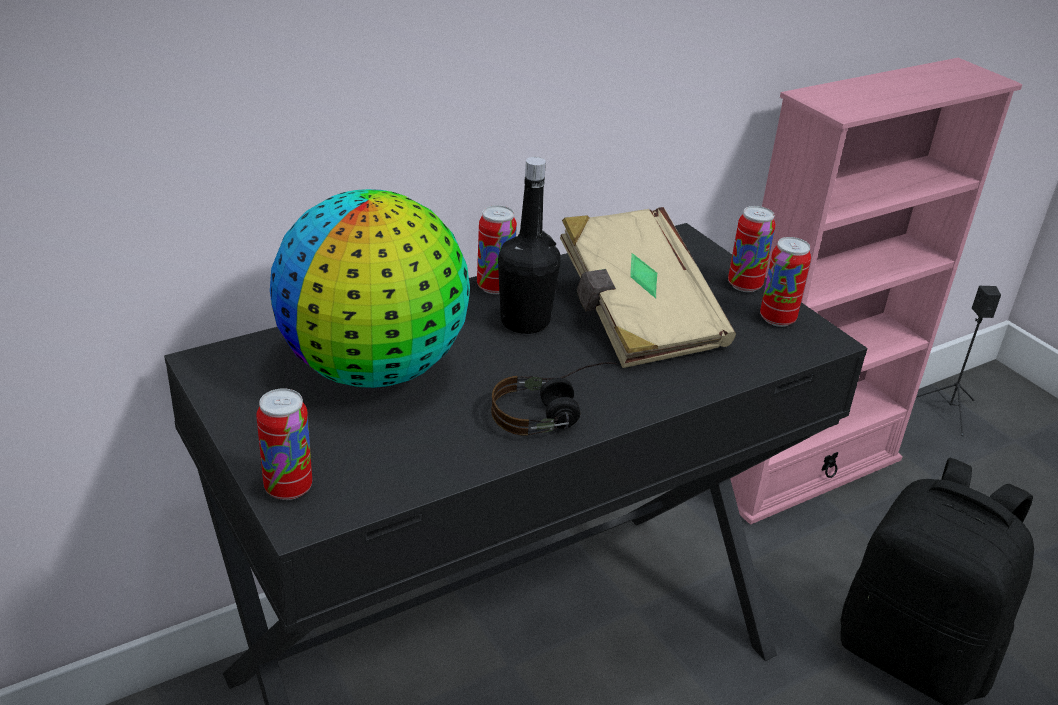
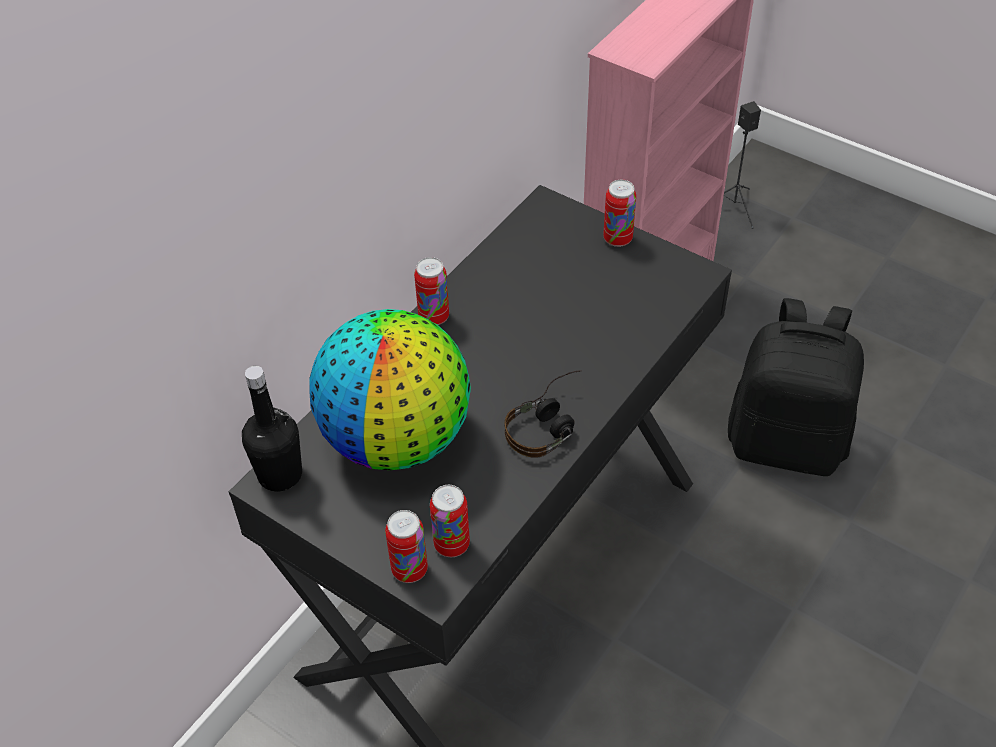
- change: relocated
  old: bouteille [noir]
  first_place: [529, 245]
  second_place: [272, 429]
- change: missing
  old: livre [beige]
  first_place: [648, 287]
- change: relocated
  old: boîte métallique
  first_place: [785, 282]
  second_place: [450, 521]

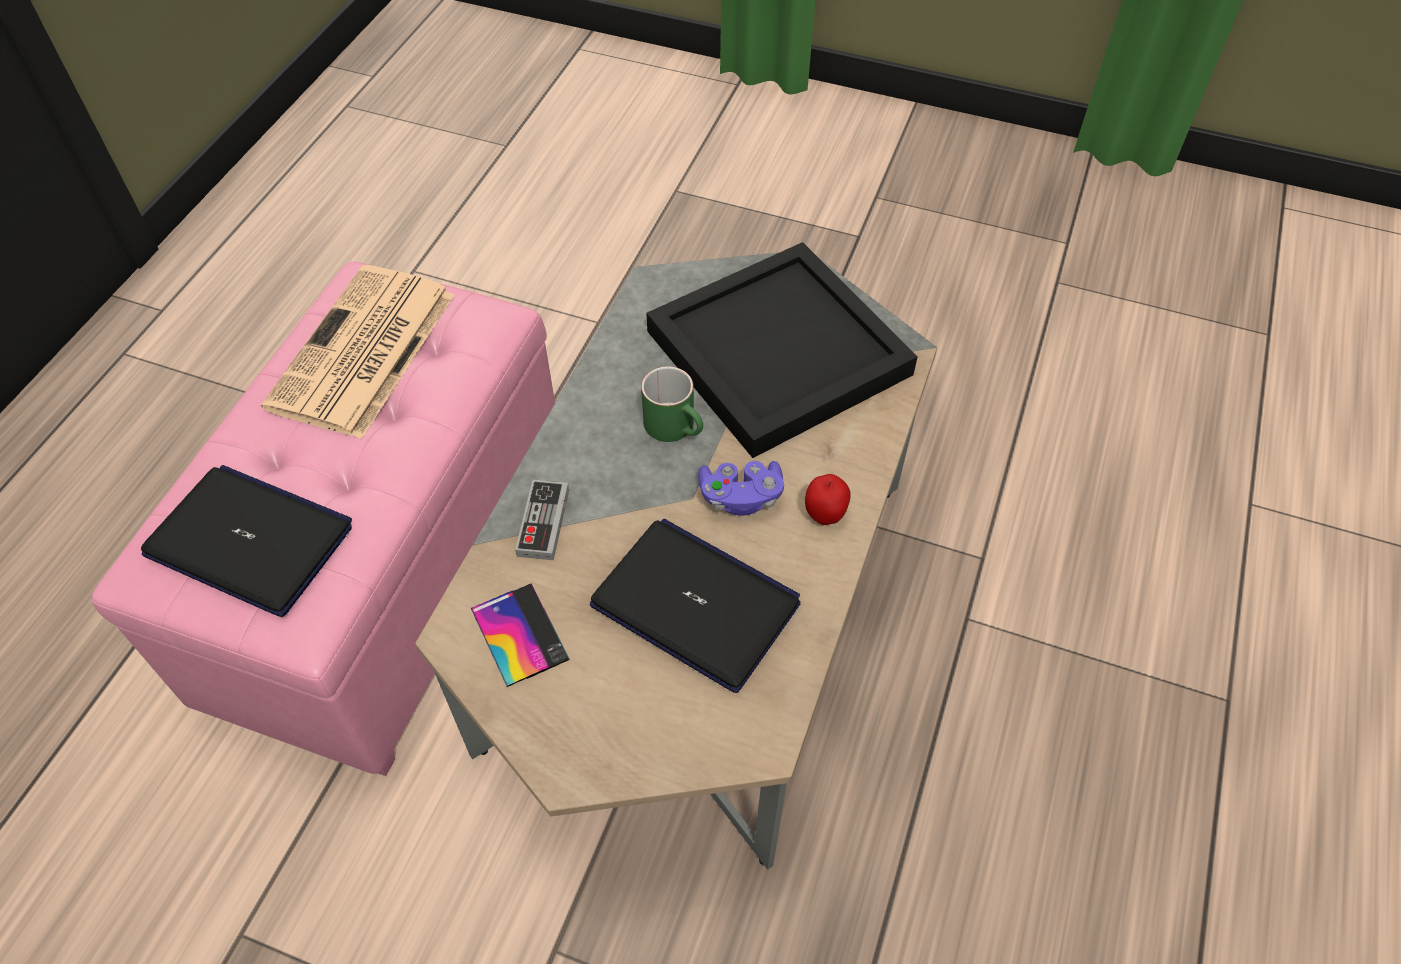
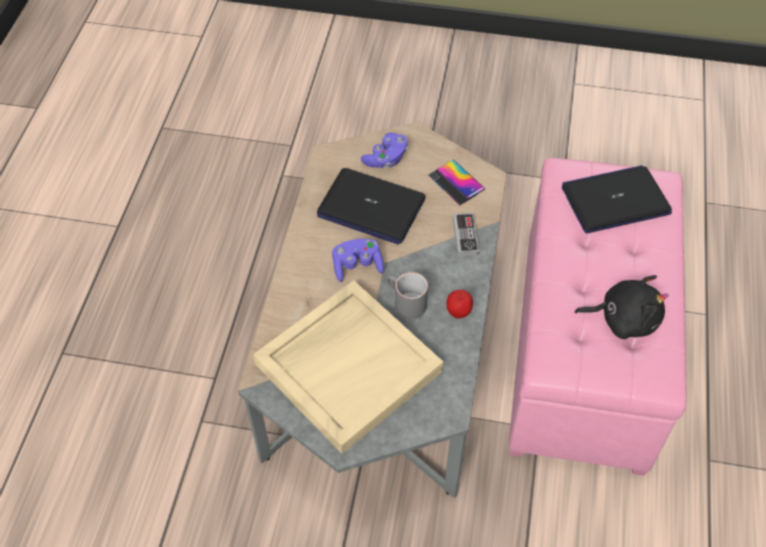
- change: spun
  old: ordinateur portable
  first_place: [246, 541]
  second_place: [617, 199]
  degrees: 150
- change: exchanged
  old: journal
  new: peluche [noir]
  first_place: [357, 352]
  second_place: [621, 307]
- change: colour
  old: mug [vert]
  new: mug [gris]
  first_place: [672, 404]
  second_place: [407, 295]
- change: colour
  old: plateau [noir]
  new: plateau [beige]
  first_place: [782, 350]
  second_place: [348, 367]
- change: relocated
  old: pomme
  first_place: [828, 499]
  second_place: [459, 304]
- change: appeared
  new: manette [violet]
  second_place: [384, 150]

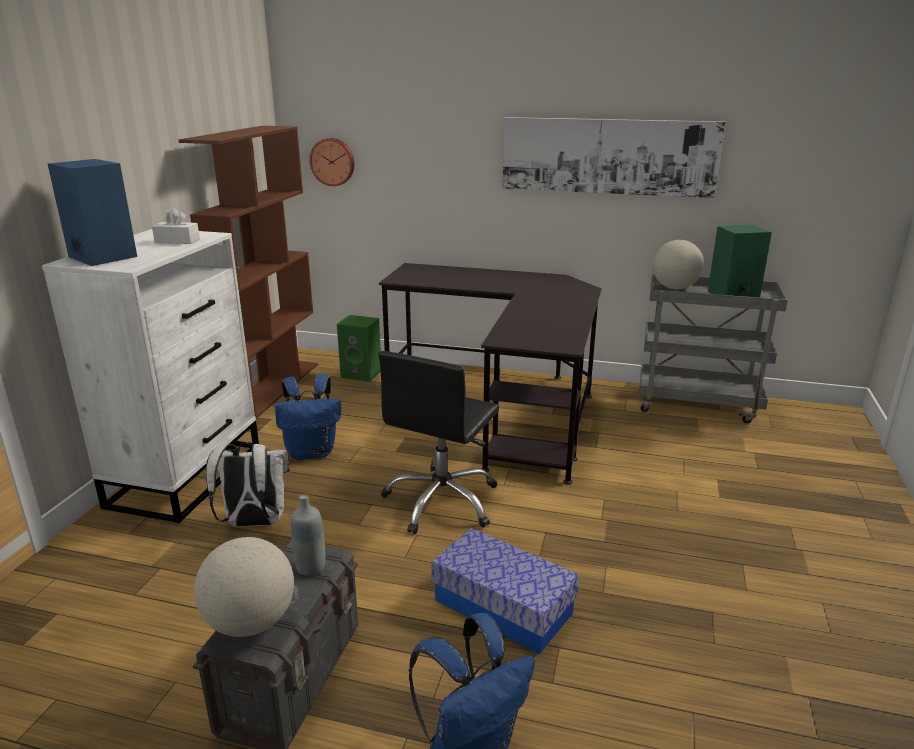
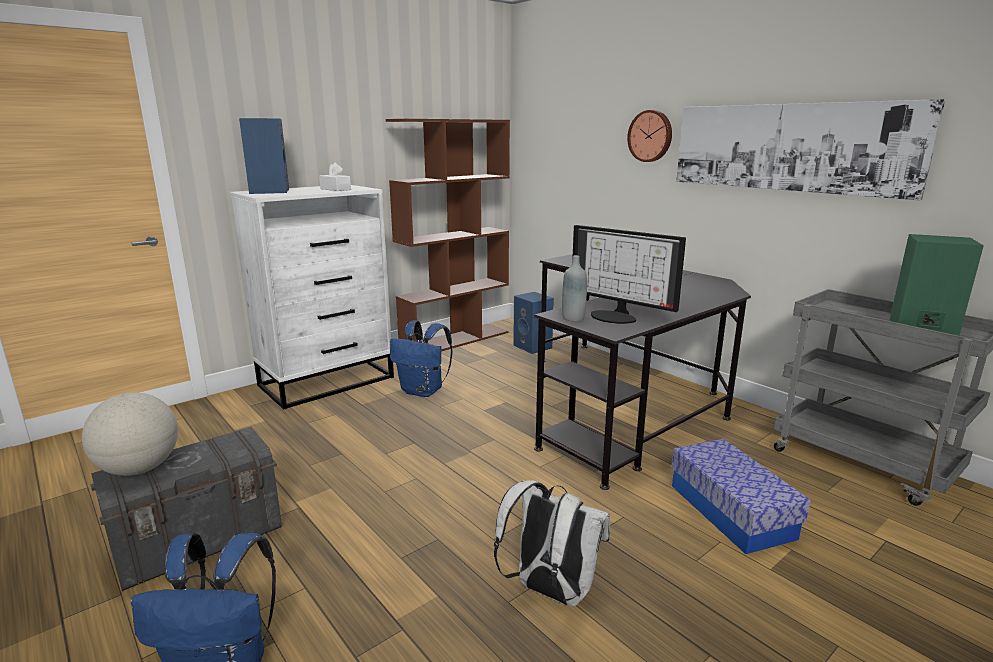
- change: relocated
  old: sac à dos [blanc]
  first_place: [248, 485]
  second_place: [552, 543]
- change: relocated
  old: bouteille [gris]
  first_place: [308, 535]
  second_place: [574, 288]
- change: relocated
  old: horloge murale
  first_place: [331, 162]
  second_place: [649, 136]
- change: colour
  old: enceinte [vert]
  new: enceinte [bleu]
  first_place: [359, 348]
  second_place: [533, 323]
- change: missing
  old: chaise de bureau [noir]
  first_place: [438, 442]
- change: relocated
  old: boîte de rangement
  first_place: [505, 591]
  second_place: [741, 496]
- change: missing
  old: globe
  first_place: [678, 264]
- change: appeared
  new: écran d'ordinateur
  second_place: [629, 274]

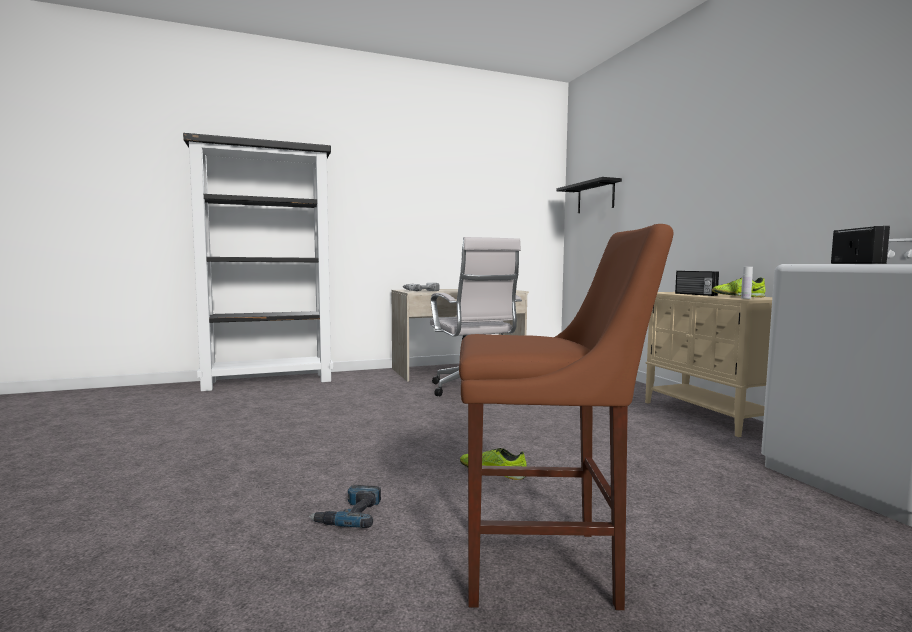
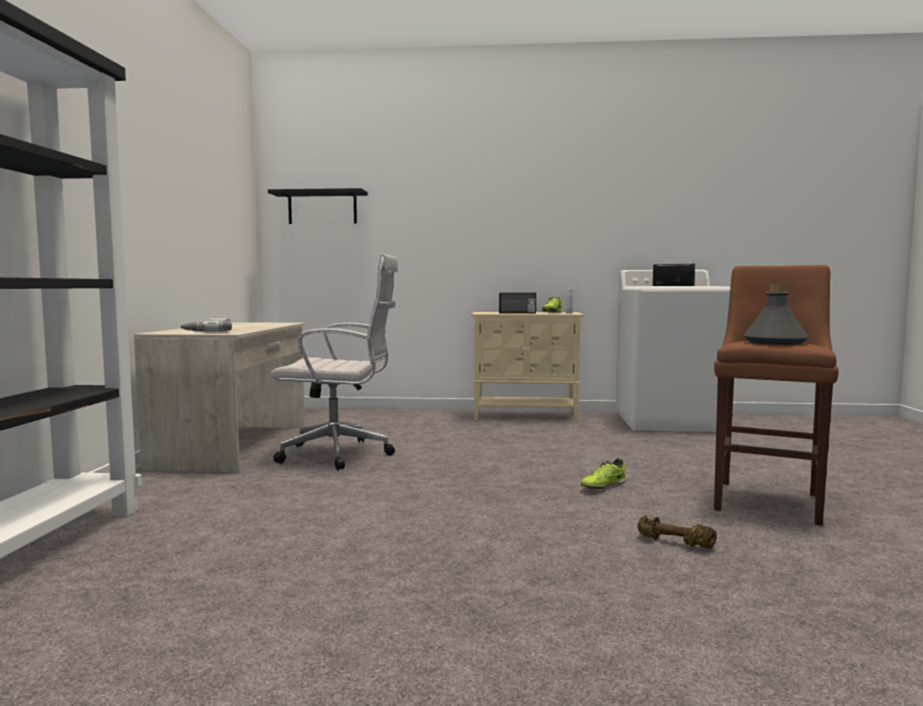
- change: exchanged
  old: perceuse
  new: haltère [marron]
  first_place: [345, 506]
  second_place: [677, 532]
- change: appeared
  new: bouteille [gris]
  second_place: [776, 314]

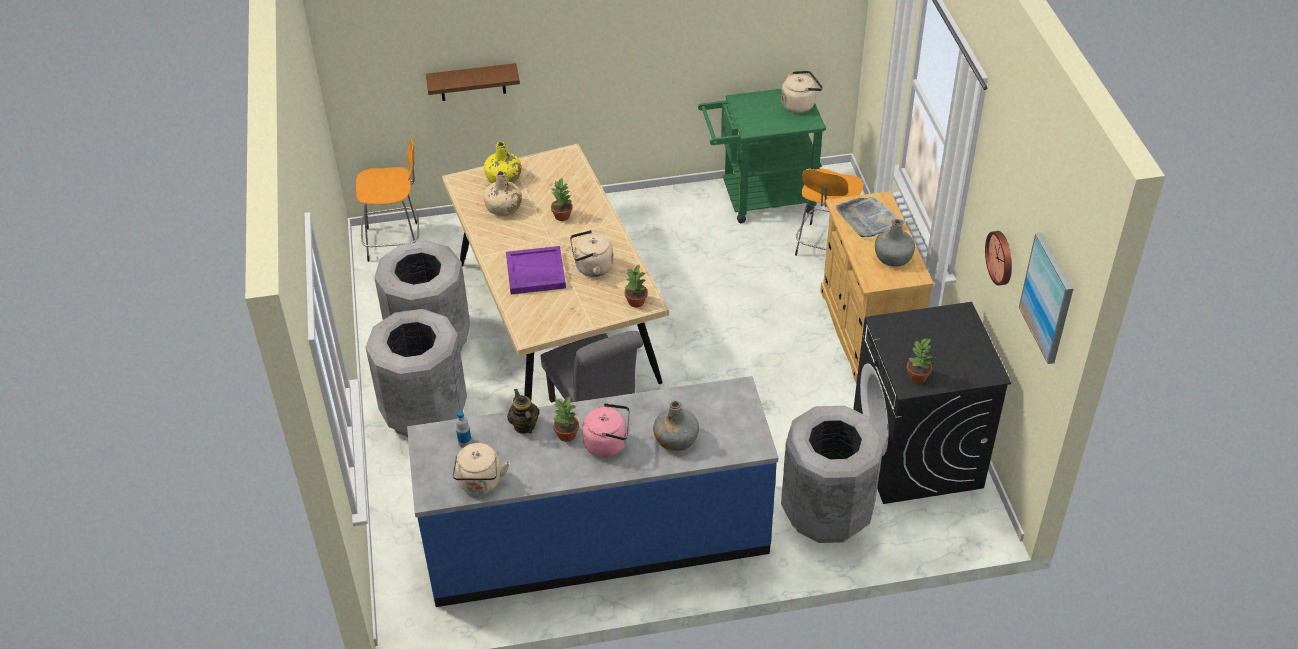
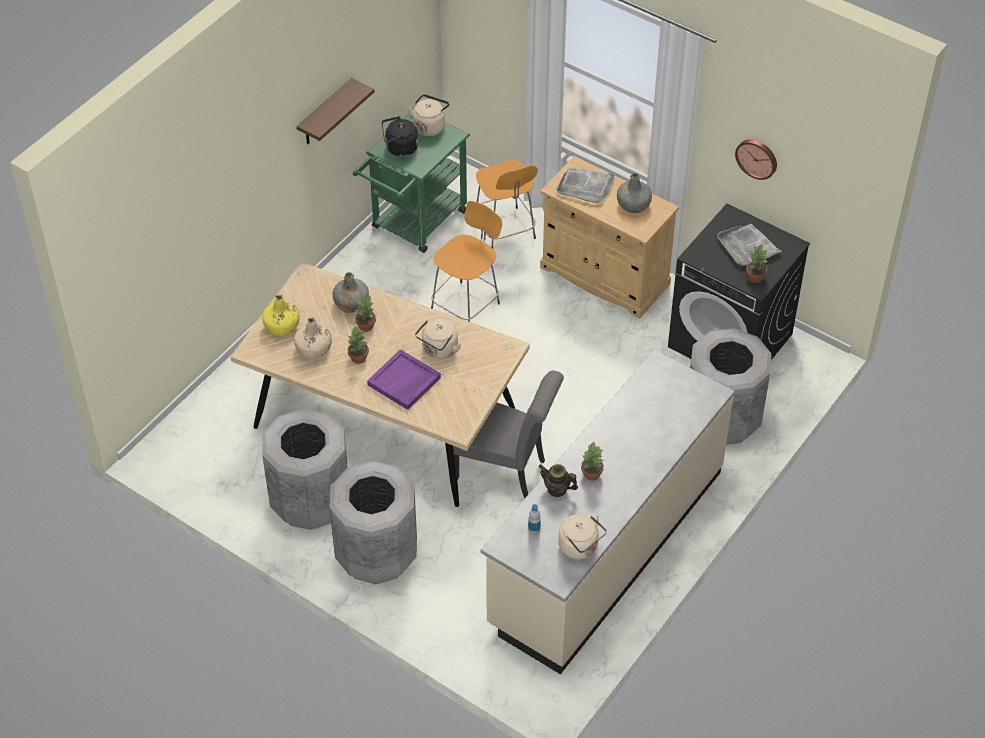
- change: relocated
  old: tabouret [orange]
  first_place: [387, 198]
  second_place: [466, 261]
- change: colour
  old: comptoir de cuisine [bleu]
  new: comptoir de cuisine [beige]
  first_place: [593, 491]
  second_place: [608, 512]
- change: relocated
  old: étagère [marron]
  first_place: [473, 82]
  second_place: [336, 111]
- change: missing
  old: bouilloire [rose]
  first_place: [606, 430]
- change: relocated
  old: plante en pot
  first_place: [636, 285]
  second_place: [358, 345]
- change: relocated
  old: bouteille [gris]
  first_place: [676, 426]
  second_place: [351, 292]
- change: missing
  old: tableau
  first_place: [1046, 298]
- change: appeared
  new: bouilloire [noir]
  second_place: [400, 136]
- change: appeared
  new: plateau [gris]
  second_place: [749, 244]

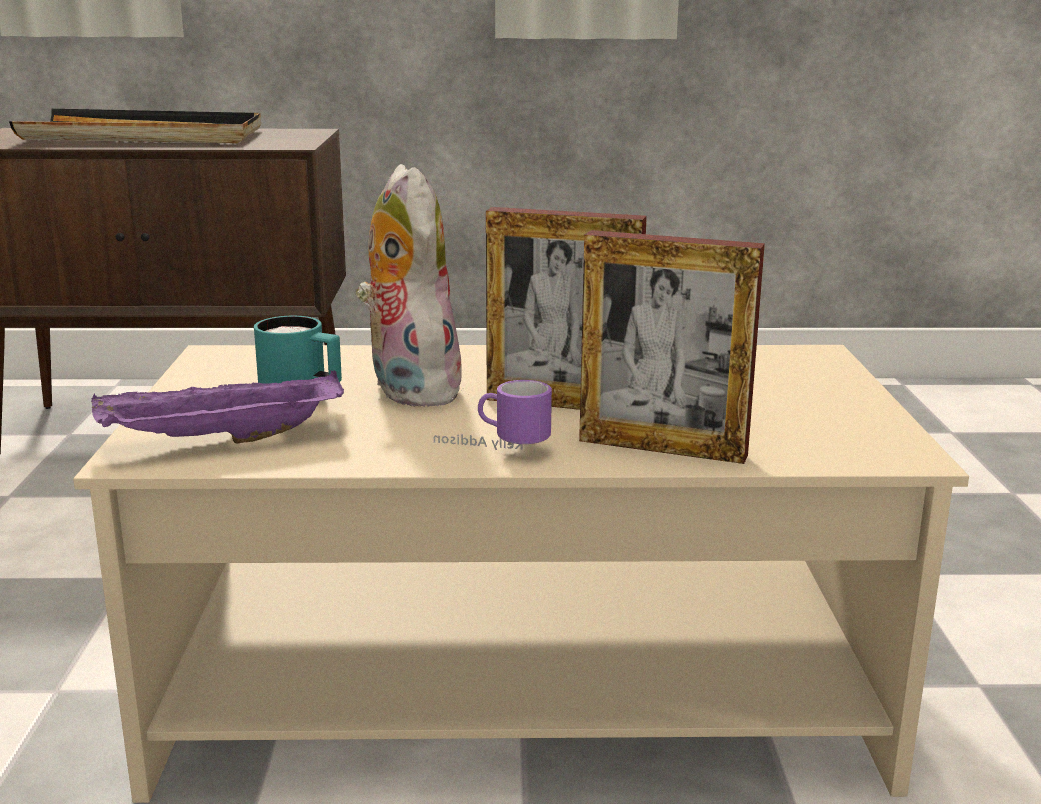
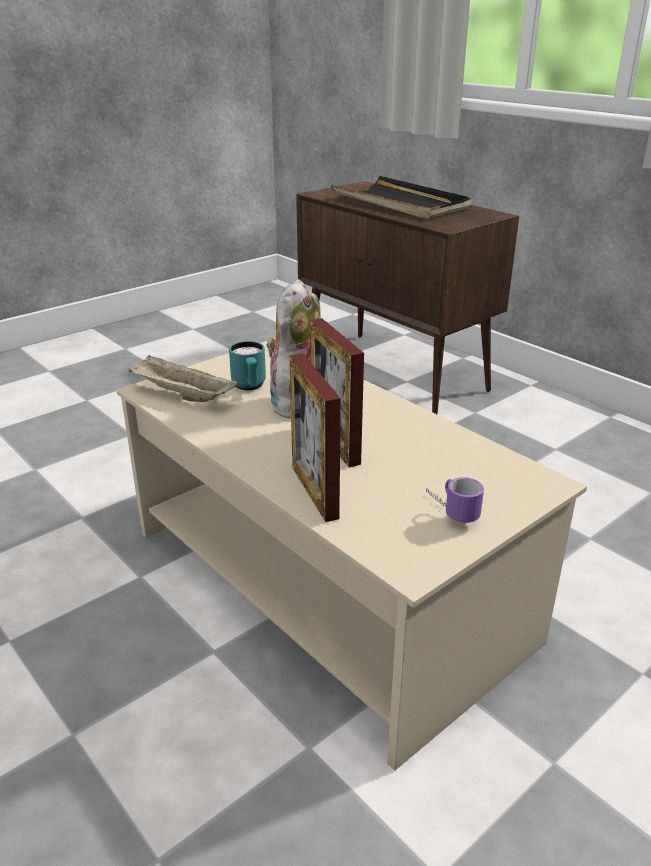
- change: colour
  old: plateau [violet]
  new: plateau [beige]
  first_place: [217, 407]
  second_place: [183, 378]
- change: relocated
  old: mug
  first_place: [493, 415]
  second_place: [455, 500]

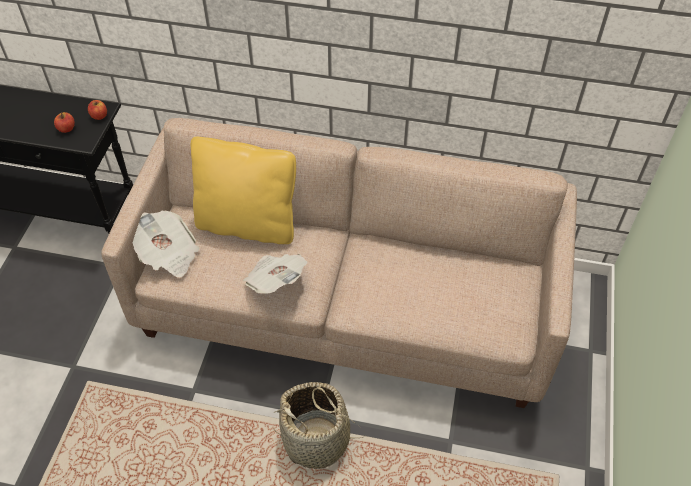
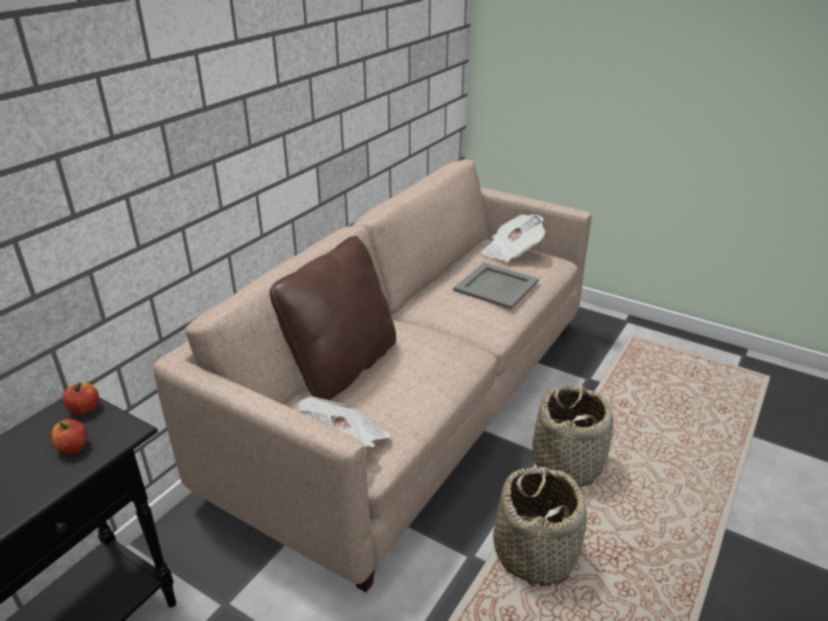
- change: colour
  old: coussin [jaune]
  new: coussin [marron]
  first_place: [243, 190]
  second_place: [333, 318]
- change: relocated
  old: journal
  first_place: [275, 274]
  second_place: [513, 238]
- change: appeared
  new: plateau [gris]
  second_place: [496, 285]
- change: appeared
  new: panier
  second_place: [540, 527]

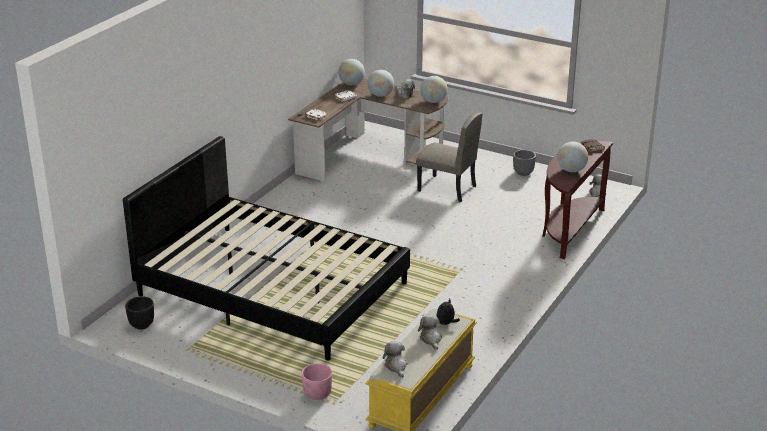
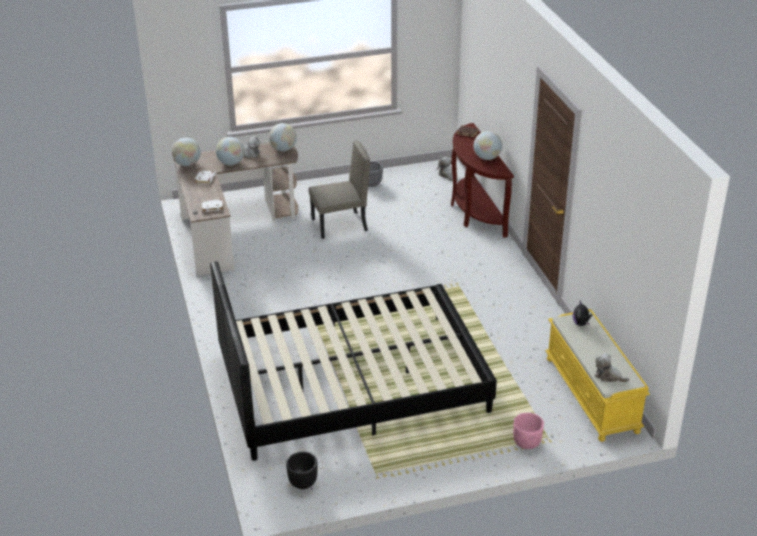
- change: missing
  old: peluche
  first_place: [430, 332]

